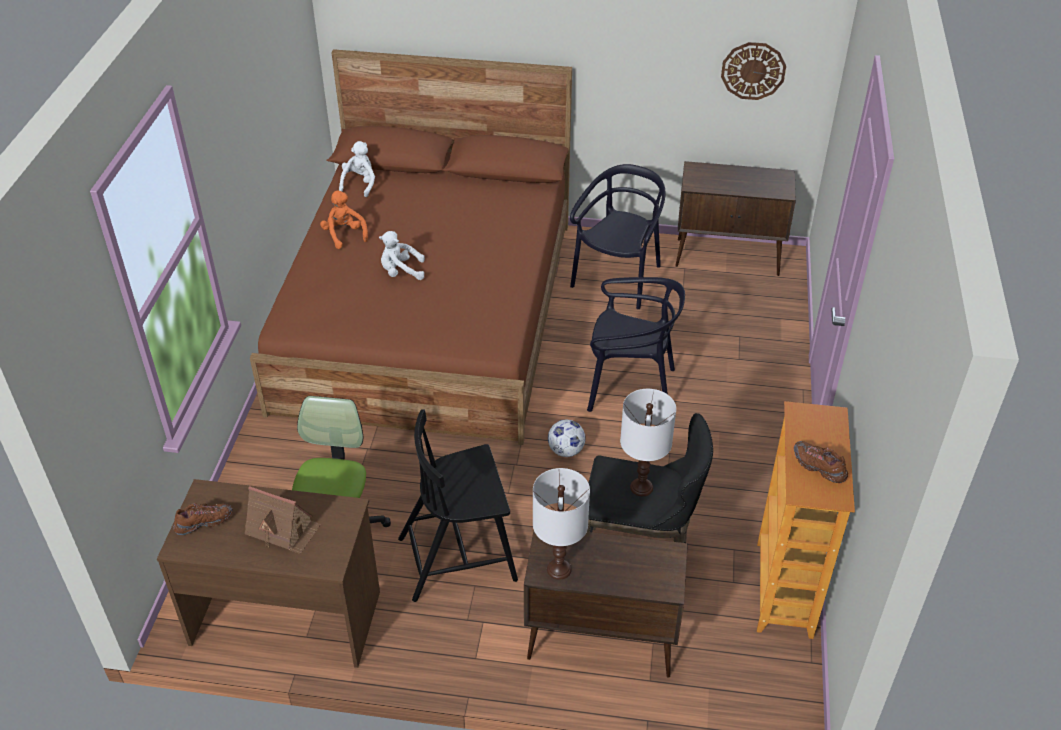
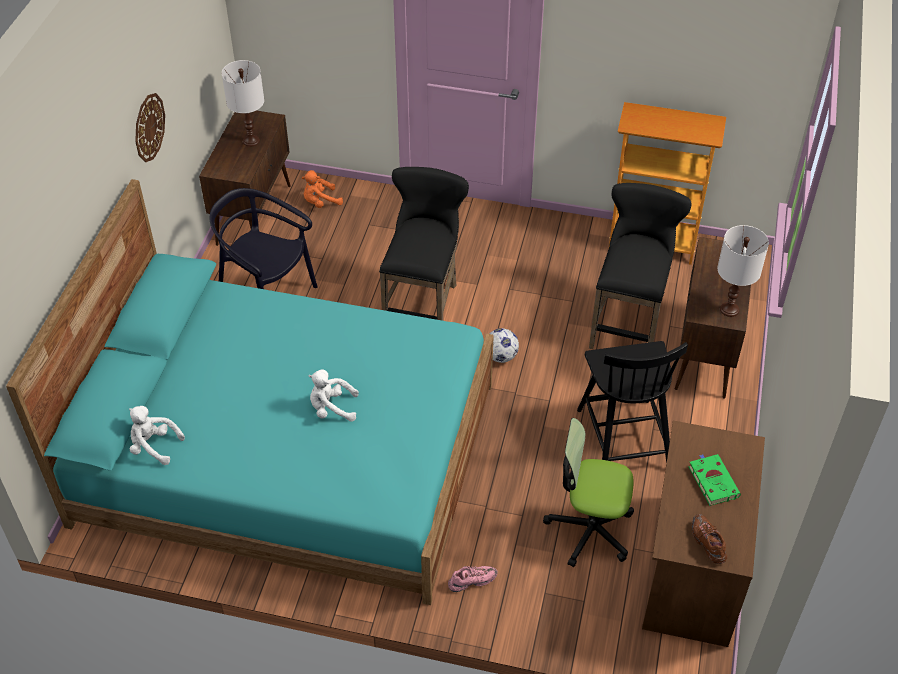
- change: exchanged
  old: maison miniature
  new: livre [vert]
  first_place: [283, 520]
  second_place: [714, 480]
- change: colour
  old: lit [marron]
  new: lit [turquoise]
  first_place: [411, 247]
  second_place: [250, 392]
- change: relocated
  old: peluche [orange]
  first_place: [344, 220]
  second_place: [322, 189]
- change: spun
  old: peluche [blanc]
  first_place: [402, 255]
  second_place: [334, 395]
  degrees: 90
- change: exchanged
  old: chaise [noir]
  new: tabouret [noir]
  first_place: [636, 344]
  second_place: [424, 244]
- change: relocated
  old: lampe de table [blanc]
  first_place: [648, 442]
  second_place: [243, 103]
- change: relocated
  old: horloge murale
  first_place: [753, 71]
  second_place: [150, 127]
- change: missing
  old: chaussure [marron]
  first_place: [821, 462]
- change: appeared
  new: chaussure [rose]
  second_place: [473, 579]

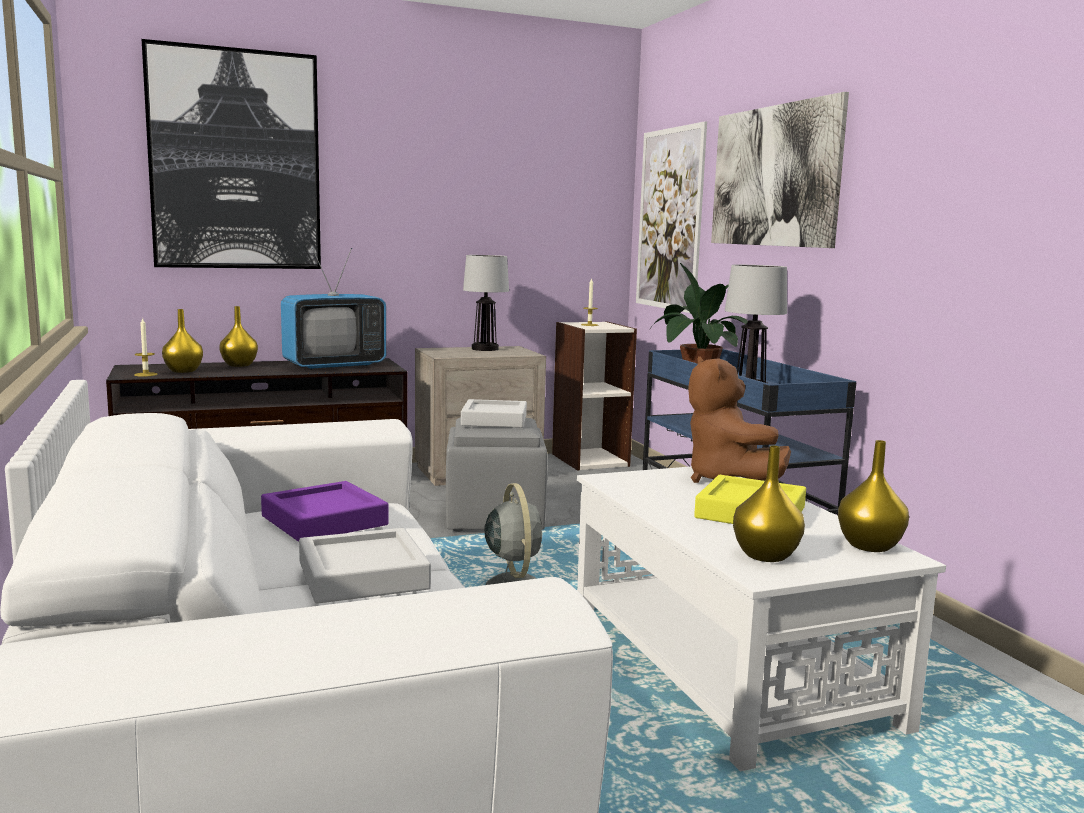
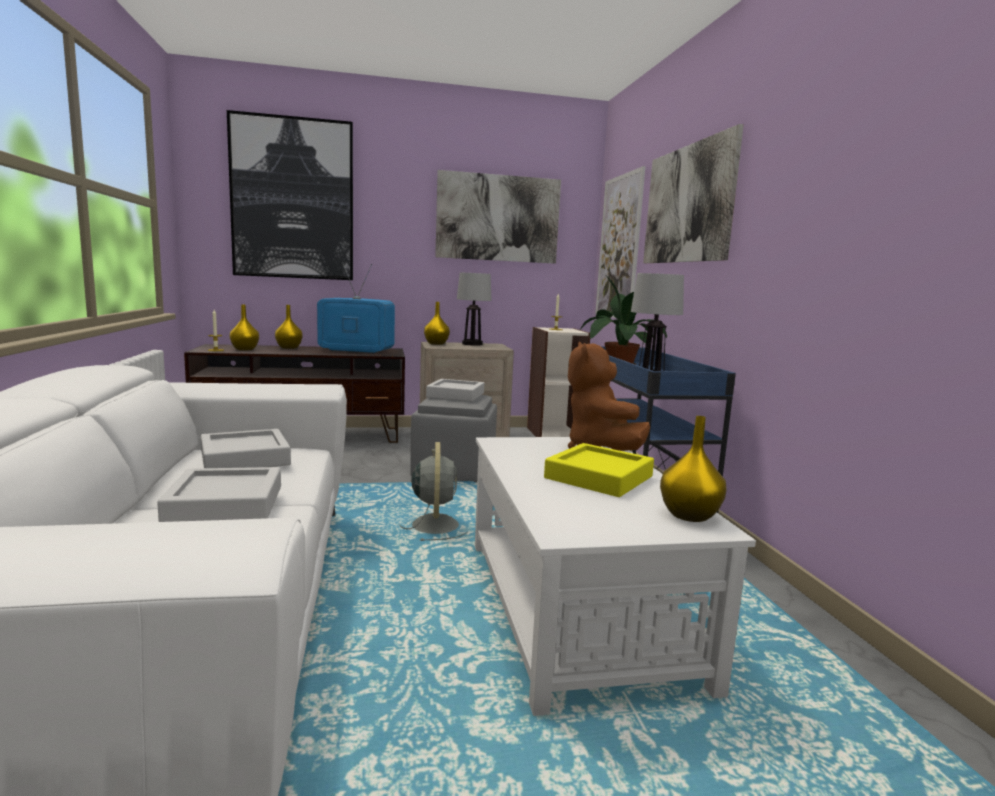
- change: colour
  old: plateau [violet]
  new: plateau [gris]
  first_place: [325, 511]
  second_place: [246, 448]
- change: spun
  old: téléviseur
  first_place: [333, 309]
  second_place: [356, 309]
  degrees: -150
- change: relocated
  old: vase [jaune]
  first_place: [769, 503]
  second_place: [437, 323]
- change: appeared
  new: tableau
  second_place: [498, 217]

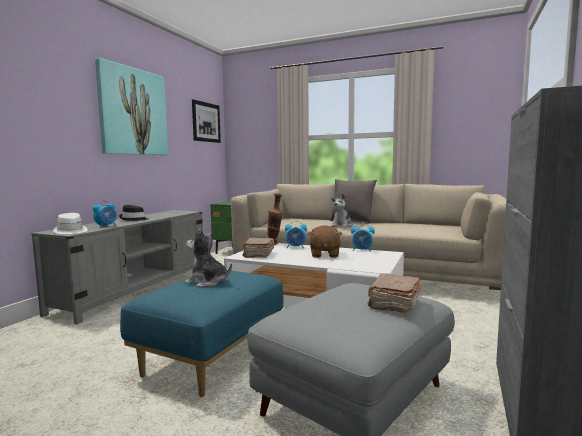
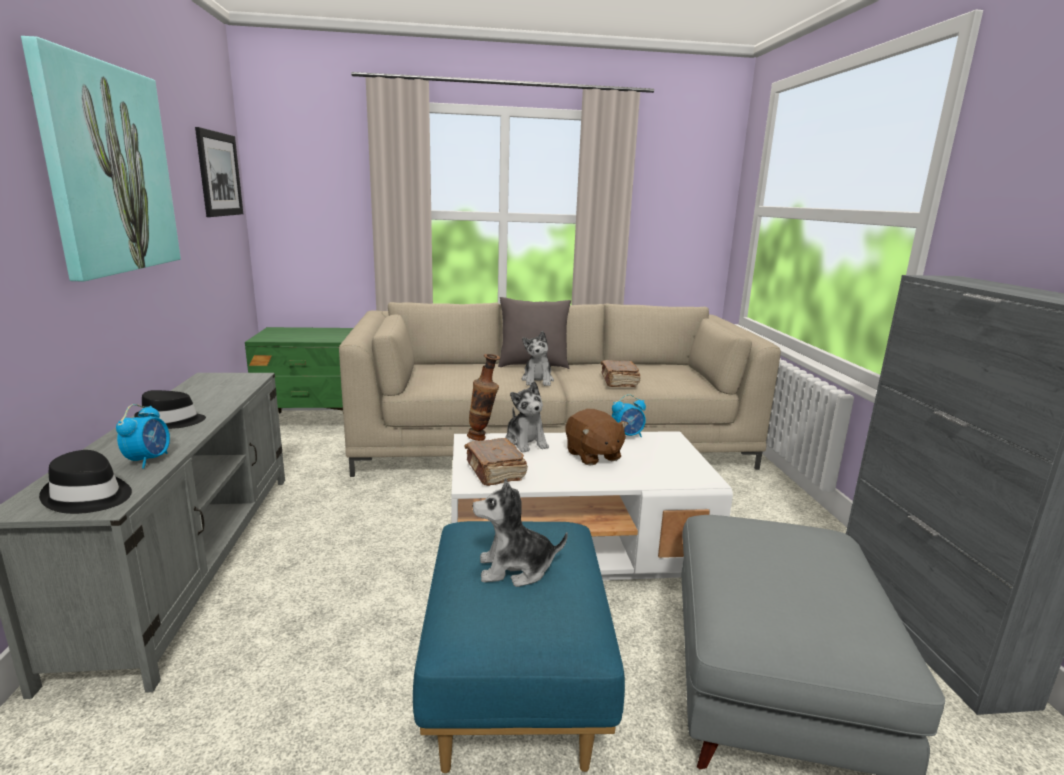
- change: colour
  old: chapeau [blanc]
  new: chapeau [noir]
  first_place: [70, 223]
  second_place: [85, 482]
- change: exchanged
  old: réveil
  new: peluche
  first_place: [296, 234]
  second_place: [527, 417]
- change: relocated
  old: livre [marron]
  first_place: [394, 293]
  second_place: [621, 373]

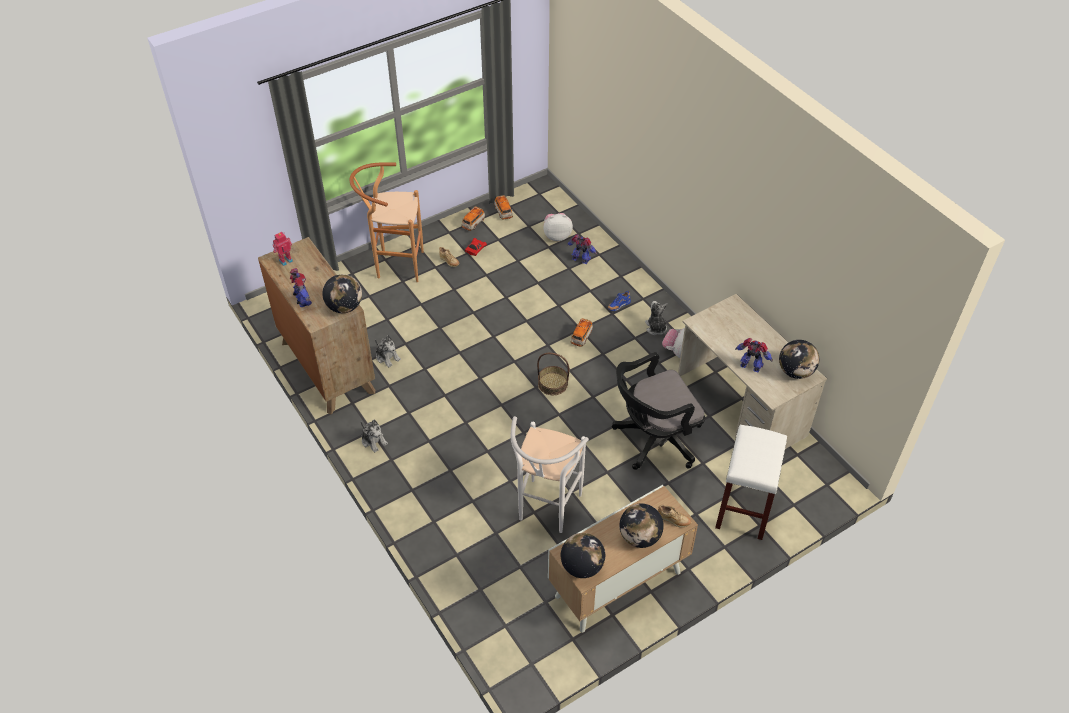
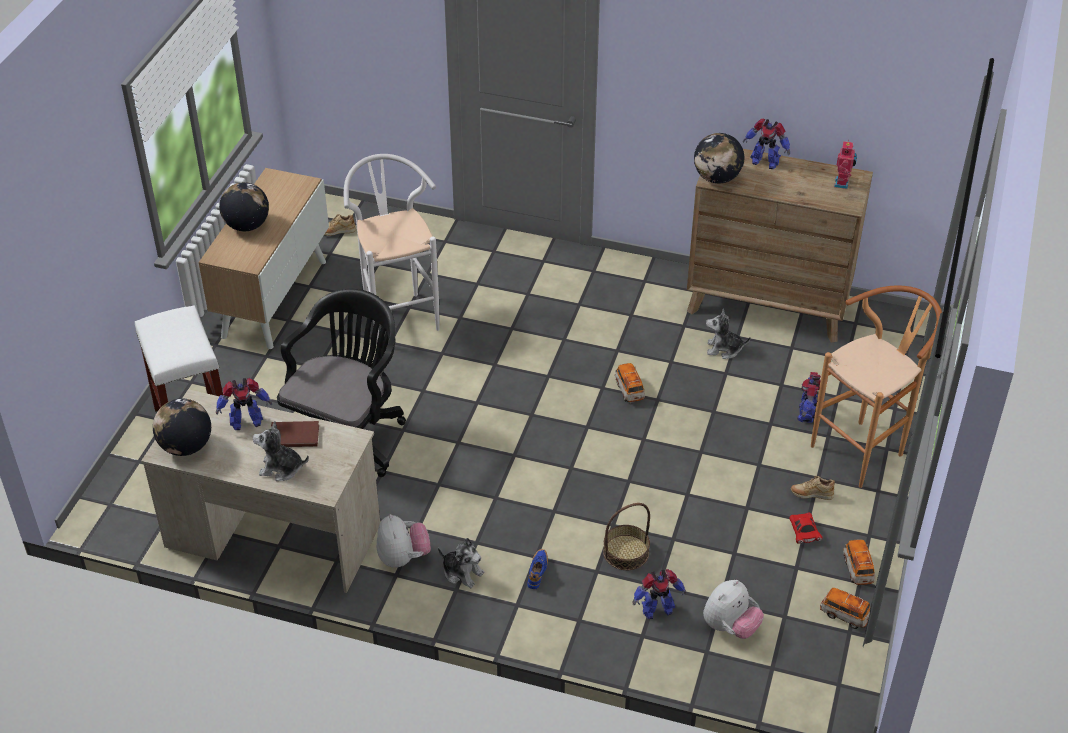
- change: relocated
  old: peluche
  first_place: [374, 436]
  second_place: [281, 451]
- change: relocated
  old: panier
  first_place: [553, 374]
  second_place: [626, 536]
- change: missing
  old: globe
  first_place: [583, 555]
- change: relocated
  old: petite voiture
  first_place: [582, 332]
  second_place: [630, 383]
- change: relocated
  old: chaussure [beige]
  first_place: [674, 515]
  second_place: [340, 225]
- change: appeared
  new: livre [marron]
  second_place: [295, 434]
- change: appeared
  new: robot jouet
  second_place: [809, 397]

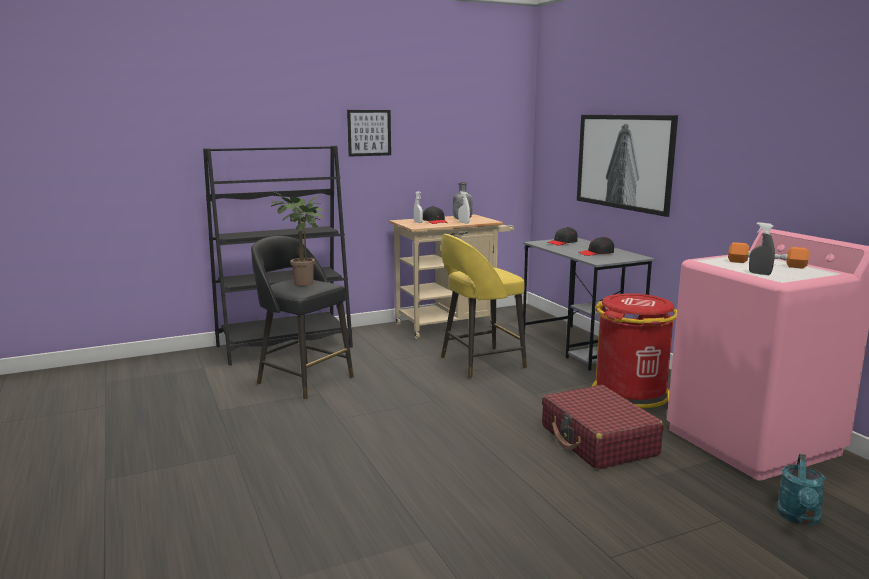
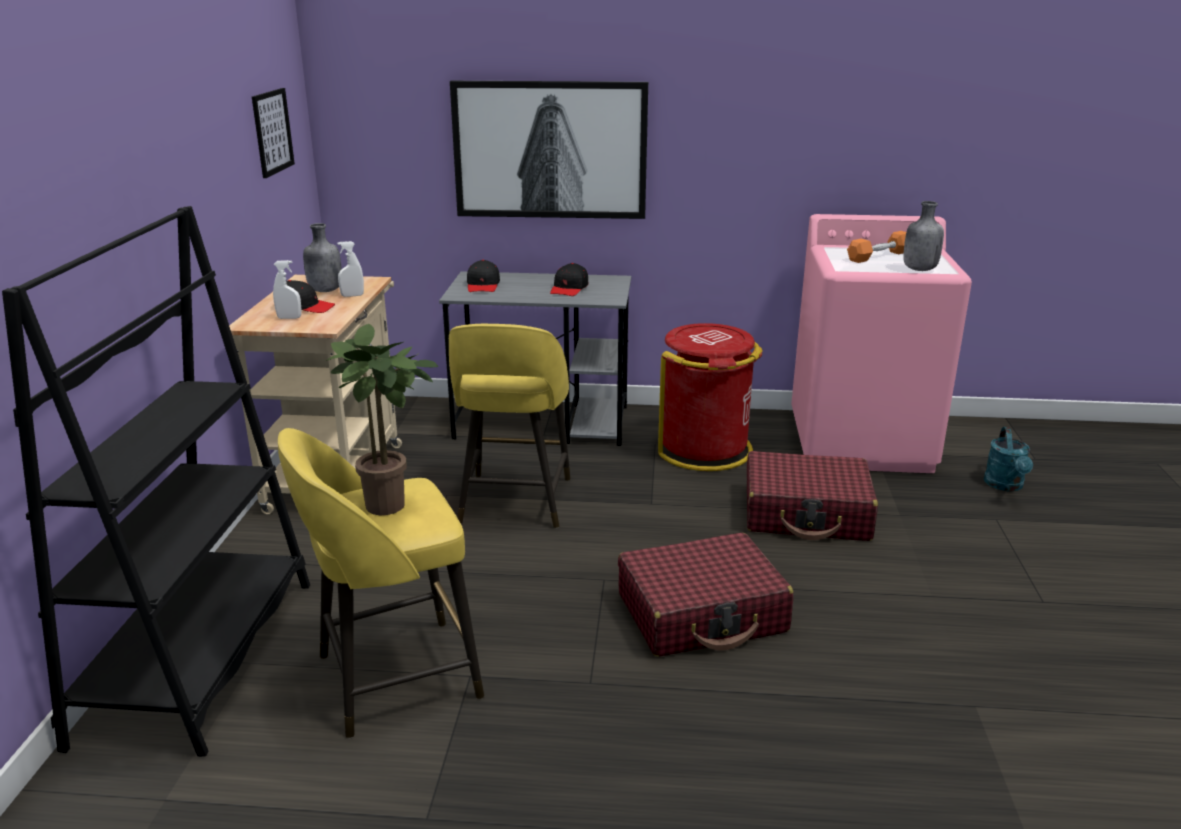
- change: colour
  old: tabouret [noir]
  new: tabouret [jaune]
  first_place: [302, 318]
  second_place: [381, 583]
- change: relocated
  old: tableau
  first_place: [369, 133]
  second_place: [273, 133]
- change: exchanged
  old: vaporisateur [gris]
  new: bouteille [gris]
  first_place: [762, 248]
  second_place: [923, 236]
- change: spun
  old: arrosoir [turquoise]
  first_place: [801, 489]
  second_place: [1008, 459]
  degrees: 45
- change: appeared
  new: valise [rouge]
  second_place: [706, 595]

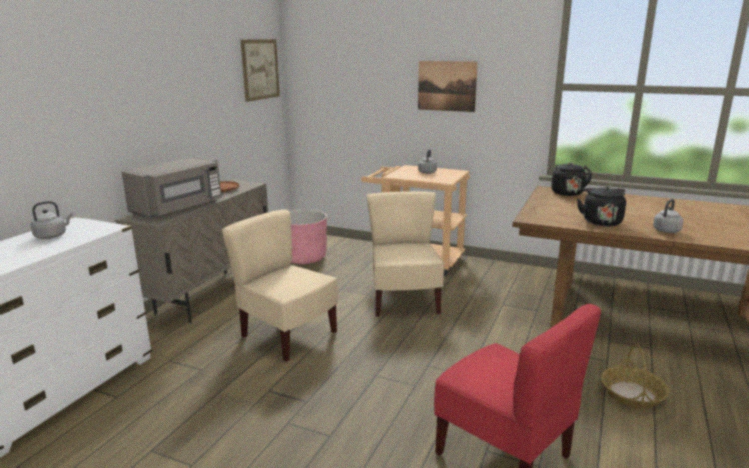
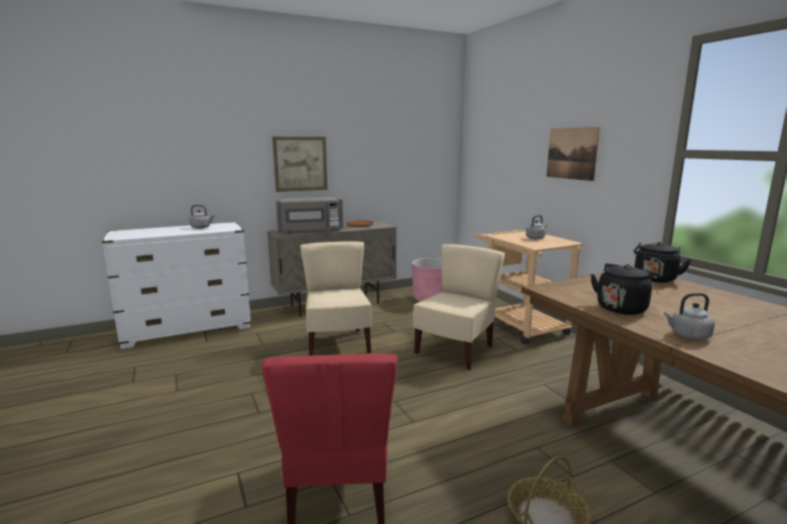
- change: relocated
  old: tableau
  first_place: [260, 70]
  second_place: [300, 164]

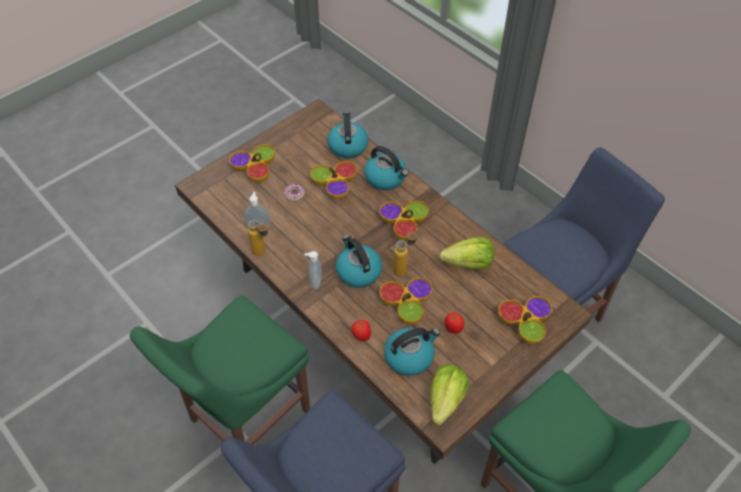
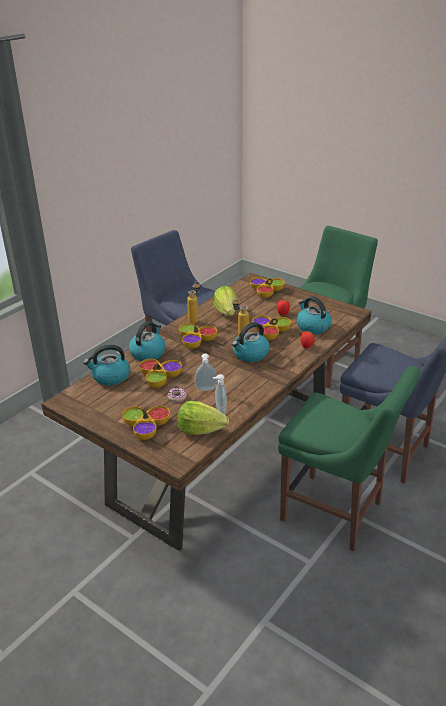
- change: relocated
  old: bouteille
  first_place: [258, 238]
  second_place: [193, 302]
- change: relocated
  old: distributeur de savon
  first_place: [312, 270]
  second_place: [206, 372]
- change: relocated
  old: laitue
  first_place: [450, 394]
  second_place: [203, 418]

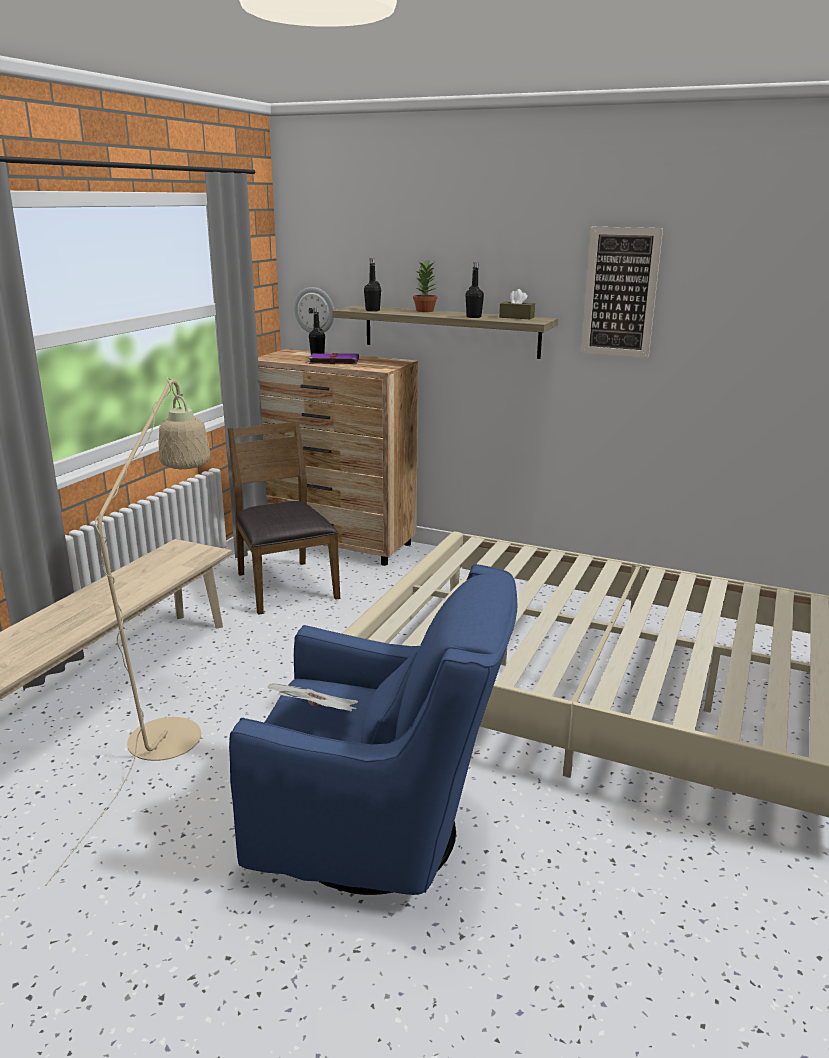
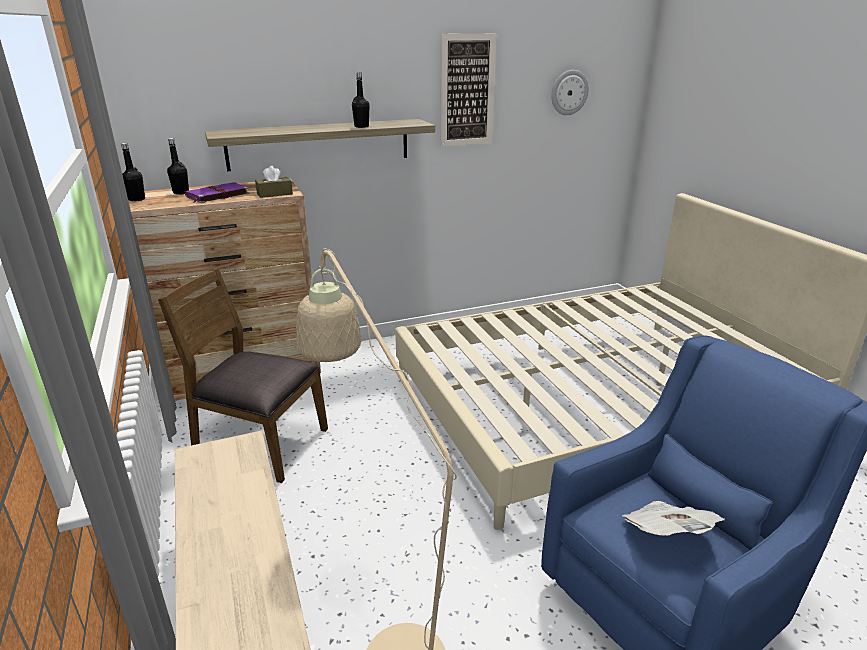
- change: relocated
  old: horloge murale
  first_place: [314, 310]
  second_place: [570, 92]
- change: relocated
  old: bouteille [noir]
  first_place: [372, 285]
  second_place: [133, 172]
- change: missing
  old: plante en pot
  first_place: [425, 285]
- change: relocated
  old: boîte à mouchoirs [marron]
  first_place: [517, 304]
  second_place: [274, 182]

